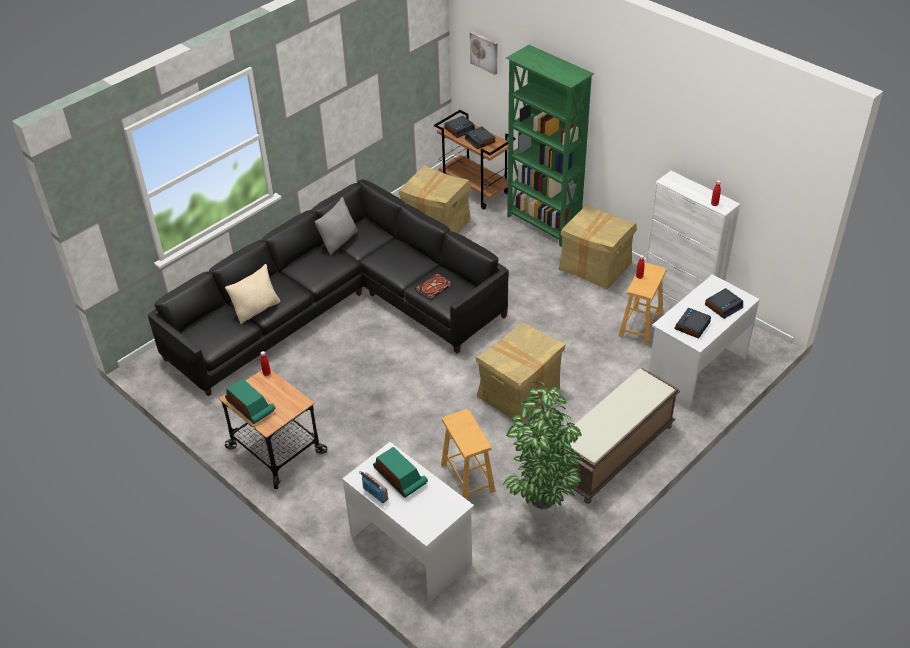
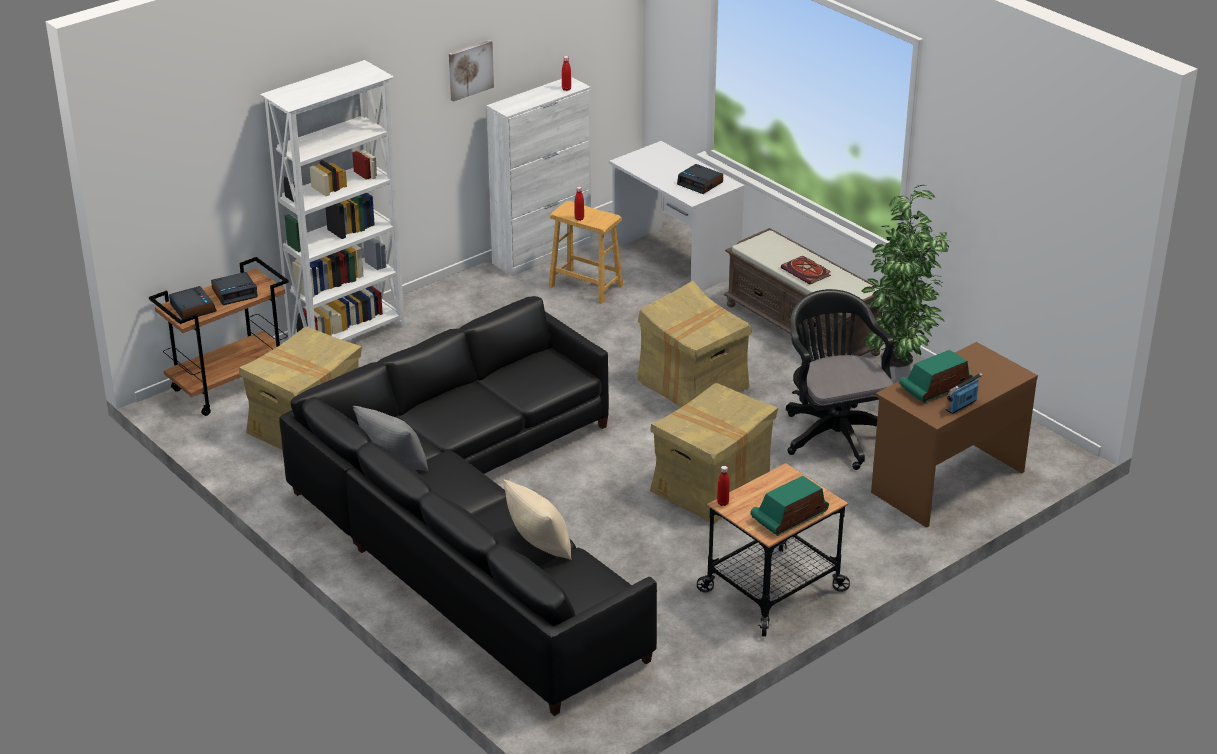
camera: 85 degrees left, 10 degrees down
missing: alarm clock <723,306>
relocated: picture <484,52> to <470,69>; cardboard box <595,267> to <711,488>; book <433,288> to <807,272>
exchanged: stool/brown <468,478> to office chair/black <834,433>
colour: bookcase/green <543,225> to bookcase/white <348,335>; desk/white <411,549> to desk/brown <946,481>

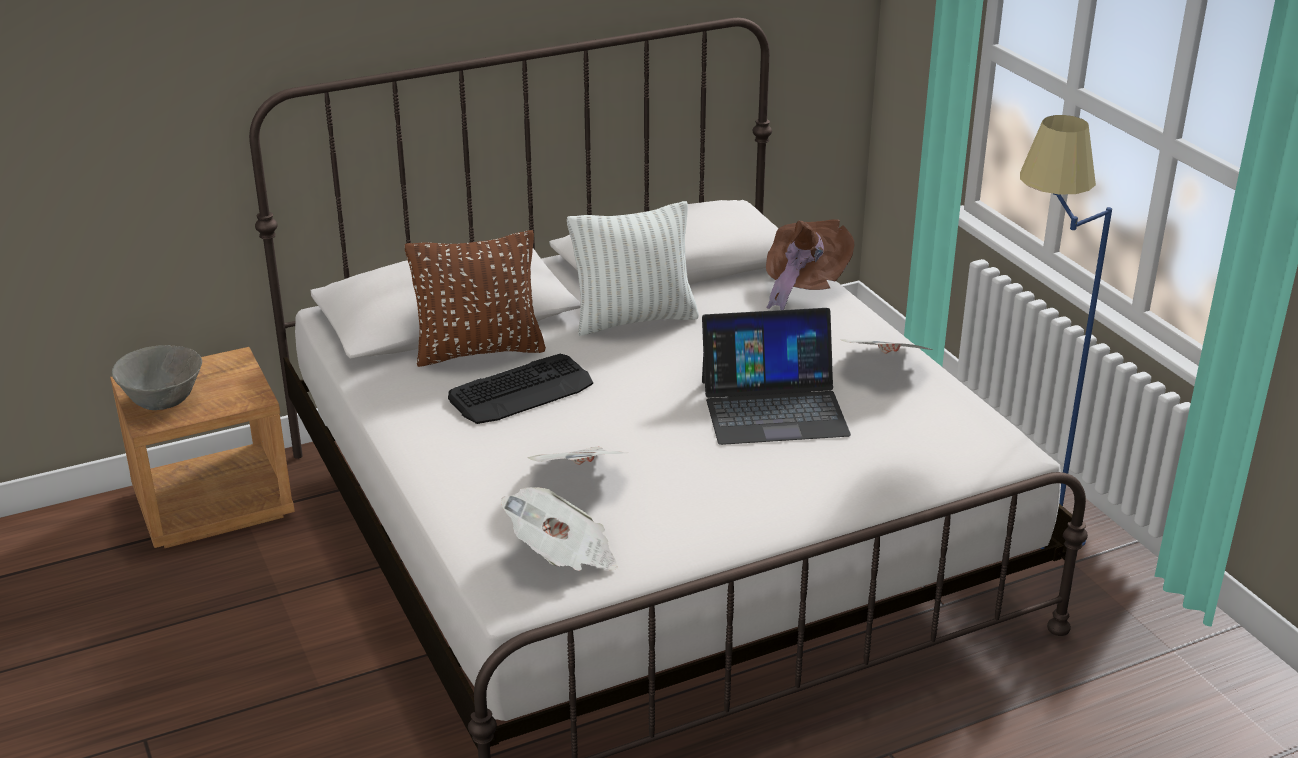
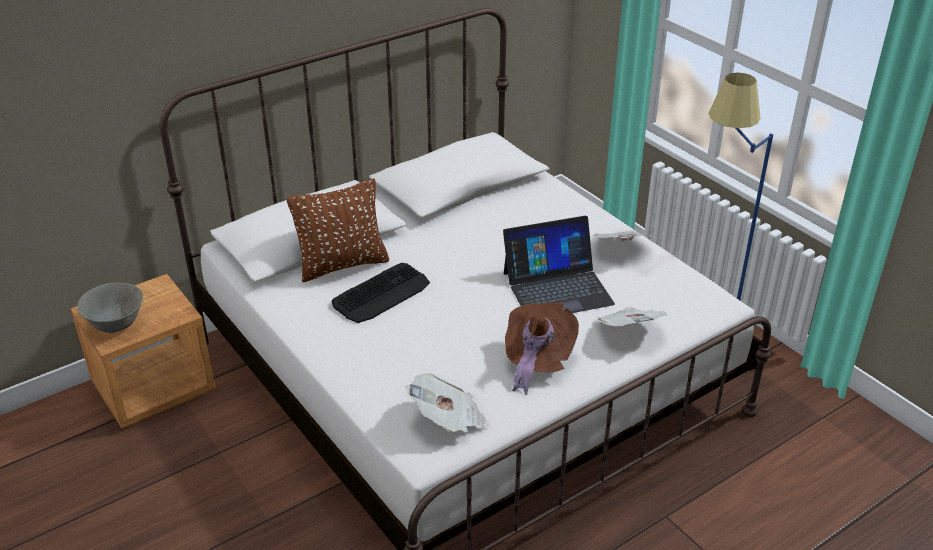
camera: 10 degrees left, 5 degrees up
missing: pillow/white <634,319>
relocated: hat/brown <803,286> to <536,361>; newspaper <580,477> to <629,331>

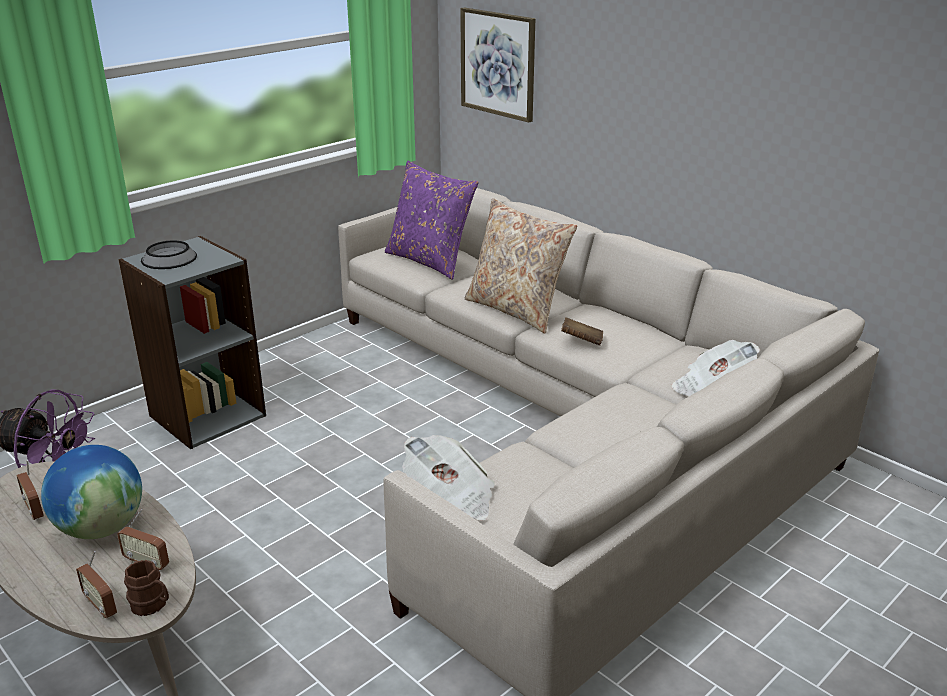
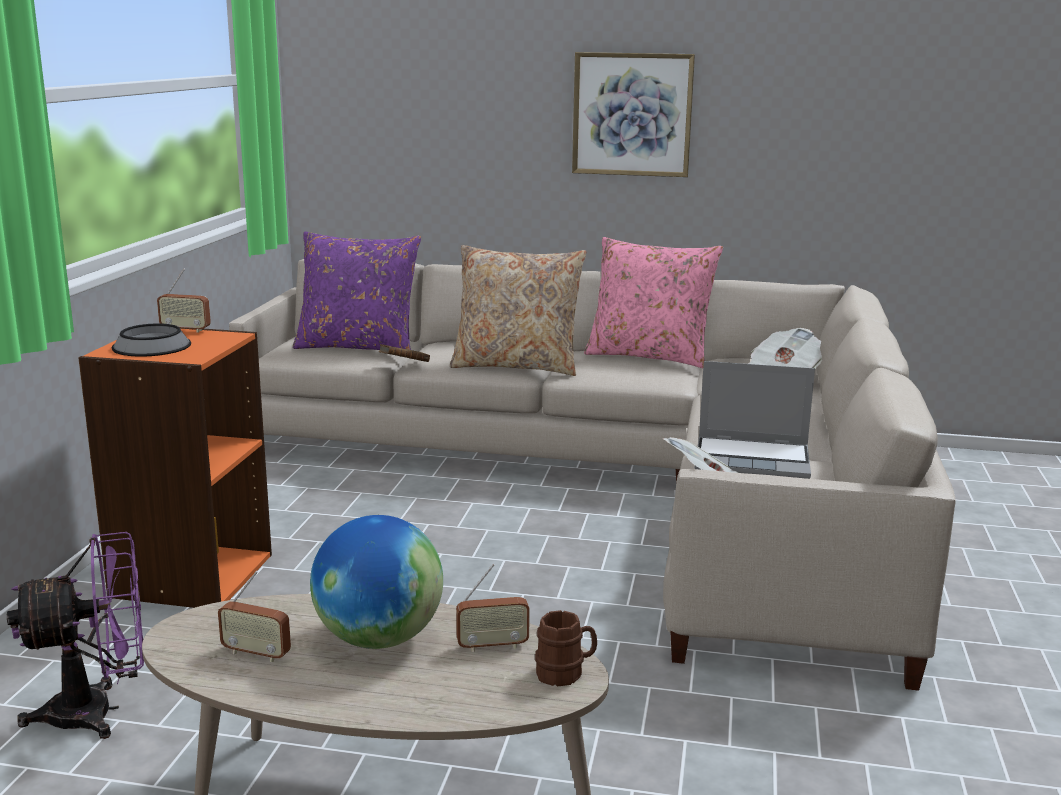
camera: 35 degrees left, 10 degrees down
appeared: pillow/pink <649,356>; laptop <753,460>
relocated: radio <101,606> to <185,330>; book/brown <581,341> to <404,365>; picture <498,64> to <632,114>
colour: bookcase/grey <207,415> to bookcase/orange <191,575>

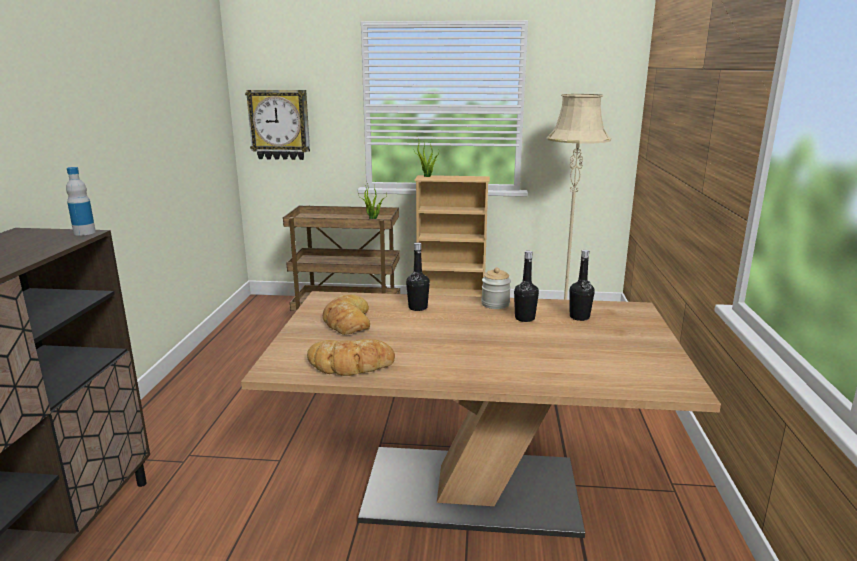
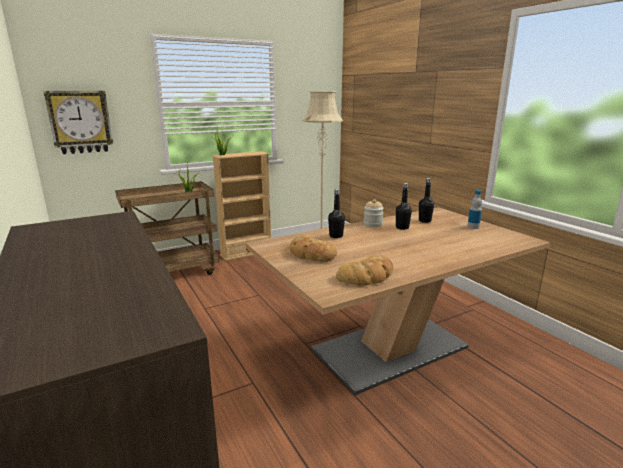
camera: 35 degrees left, 0 degrees up
relocated: bottle <84,232> to <473,227>

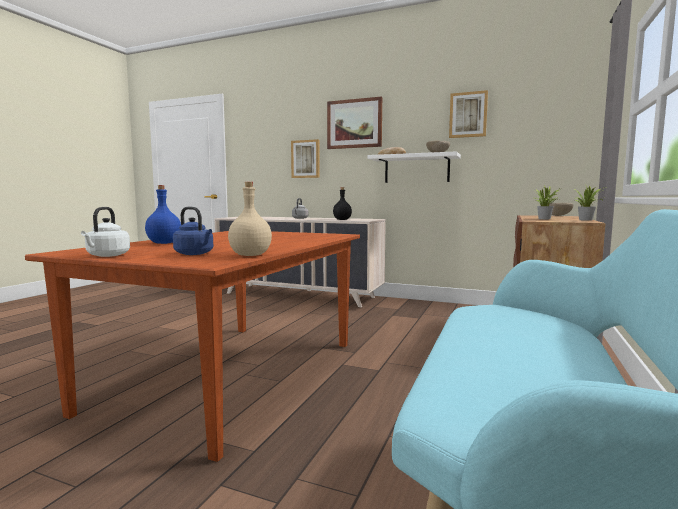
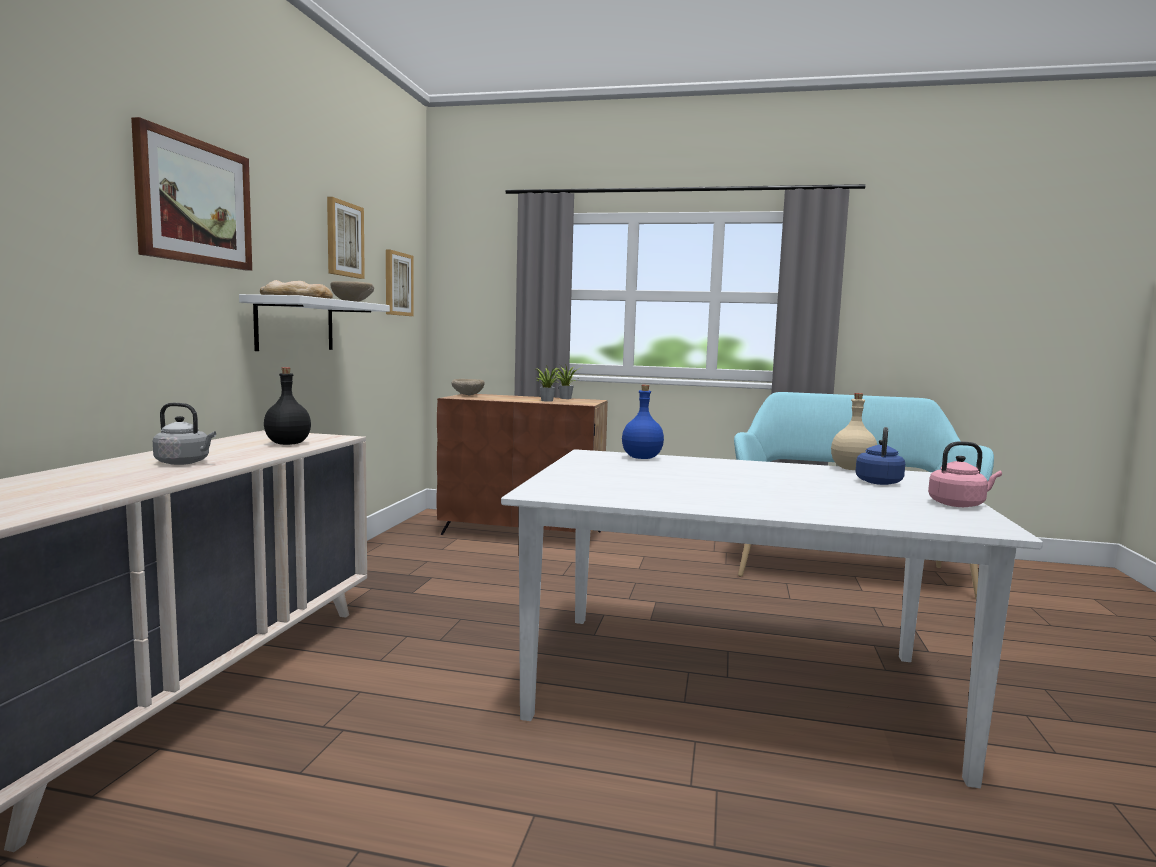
camera: 100 degrees left, 0 degrees up
relocated: picture <305,159> to <397,284>; bottle/blue <163,243> to <642,458>
colour: dining table/brown <233,375> to dining table/white <736,685>; kettle/white <107,255> to kettle/pink <959,504>

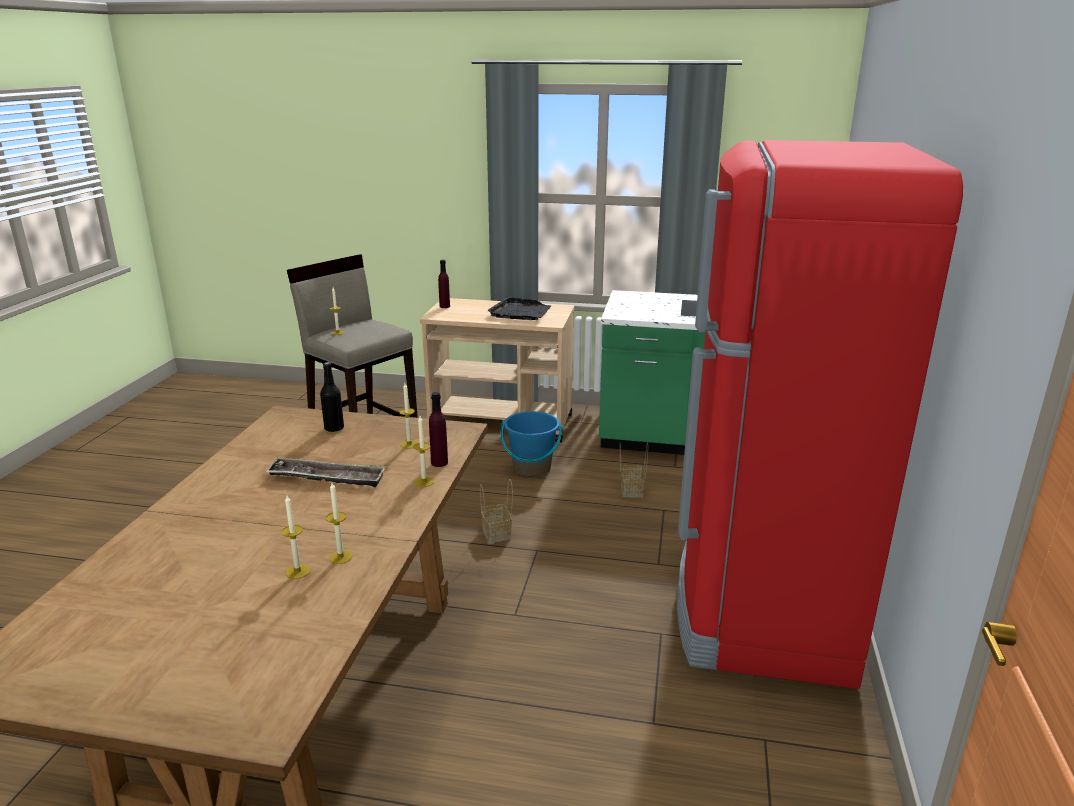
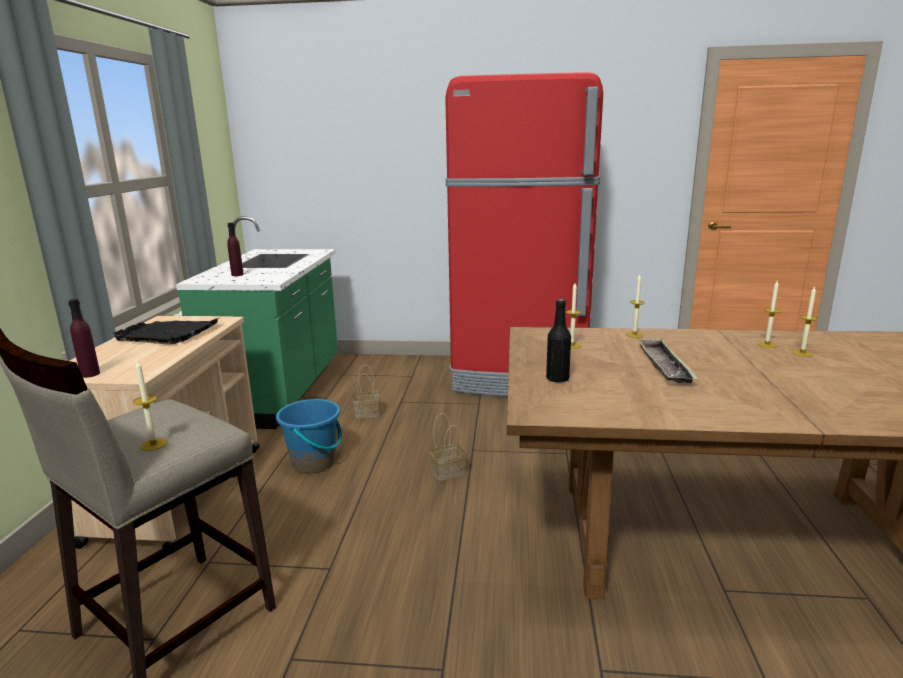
camera: 95 degrees left, 5 degrees down
relocated: bottle/purple <439,462> to <237,275>

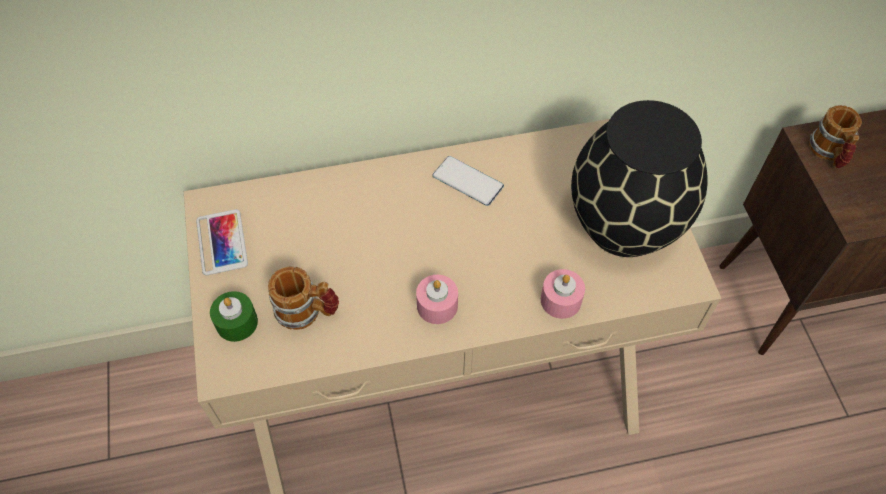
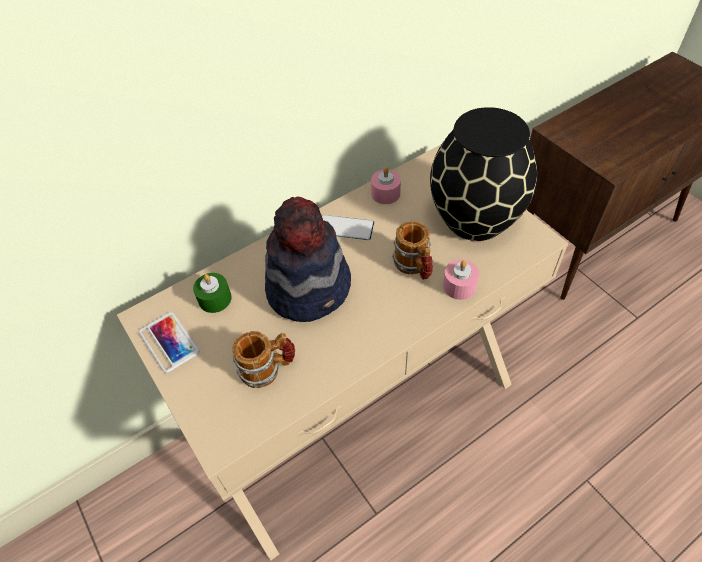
camera: 20 degrees left, 5 degrees down
appeared: hat <310,287>
relocated: candle/green <237,322> to <215,299>; candle/pink <437,305> to <385,193>; mug <829,153> to <414,267>

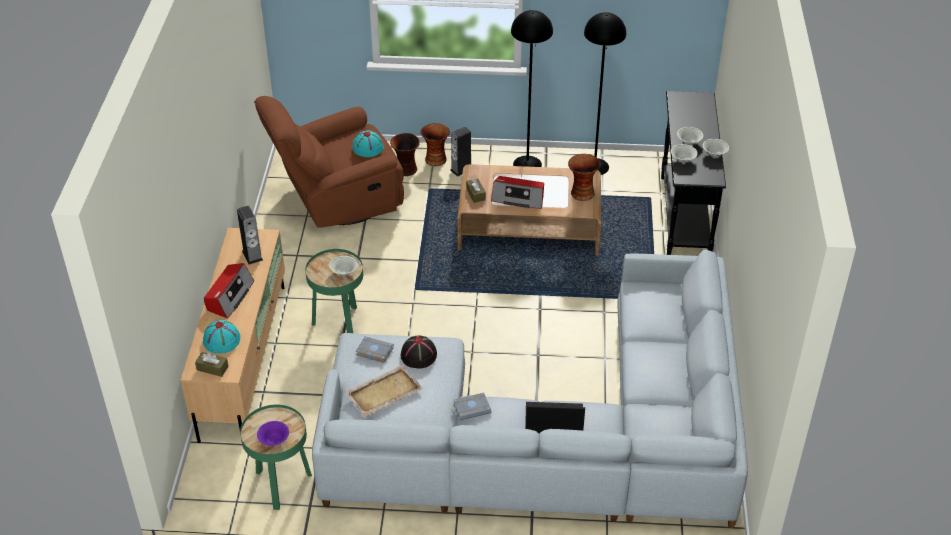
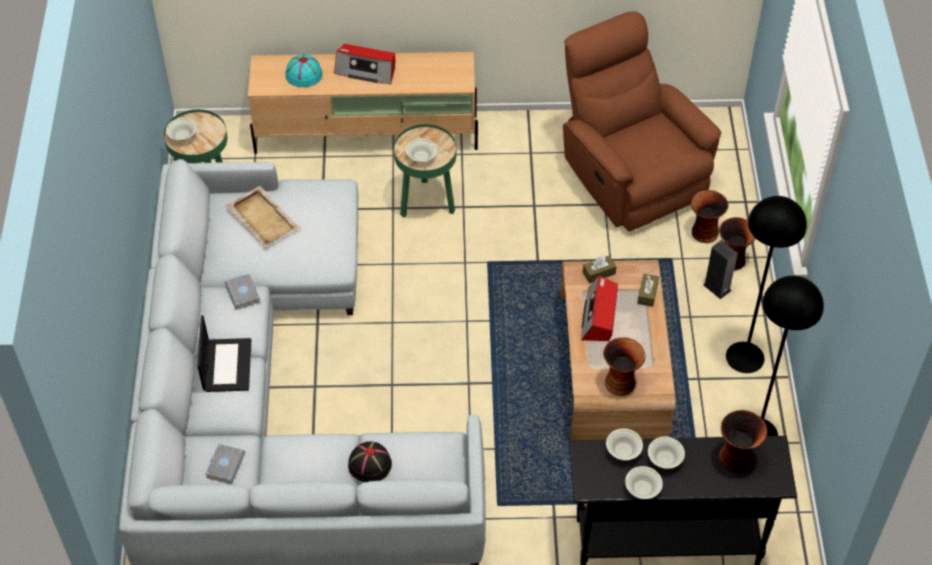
camera: 85 degrees right, 10 degrees up
missing: speaker <252,255>; hat/turquoise <368,147>
appeared: vase <737,458>
relocated: book/grey <373,352> to <224,464>; hat/black <418,355> to <369,464>; tissue box/brown <212,368> to <647,294>
colour: bowl/purple <274,441> to bowl/white <183,136>

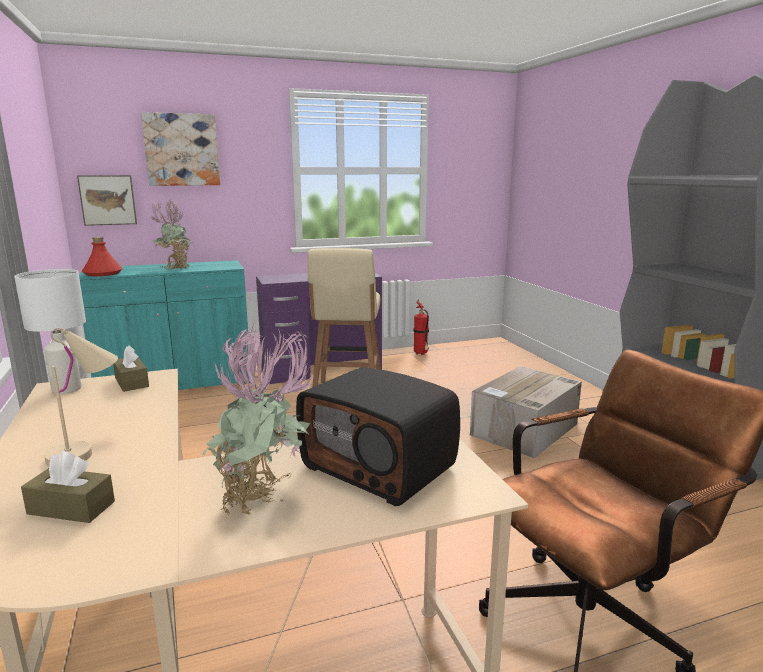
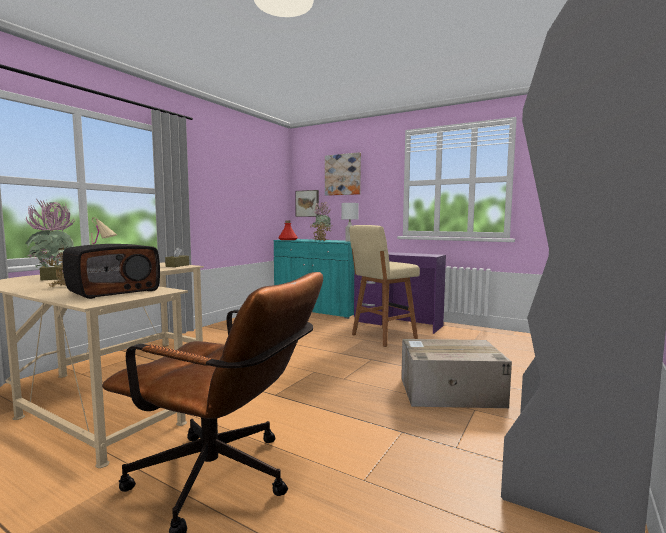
camera: 50 degrees right, 10 degrees down
missing: fire extinguisher <421,354>
relocated: table lamp/white <67,389> to <349,241>
spun: radio <380,466> = <114,291> 135 degrees counterclockwise

